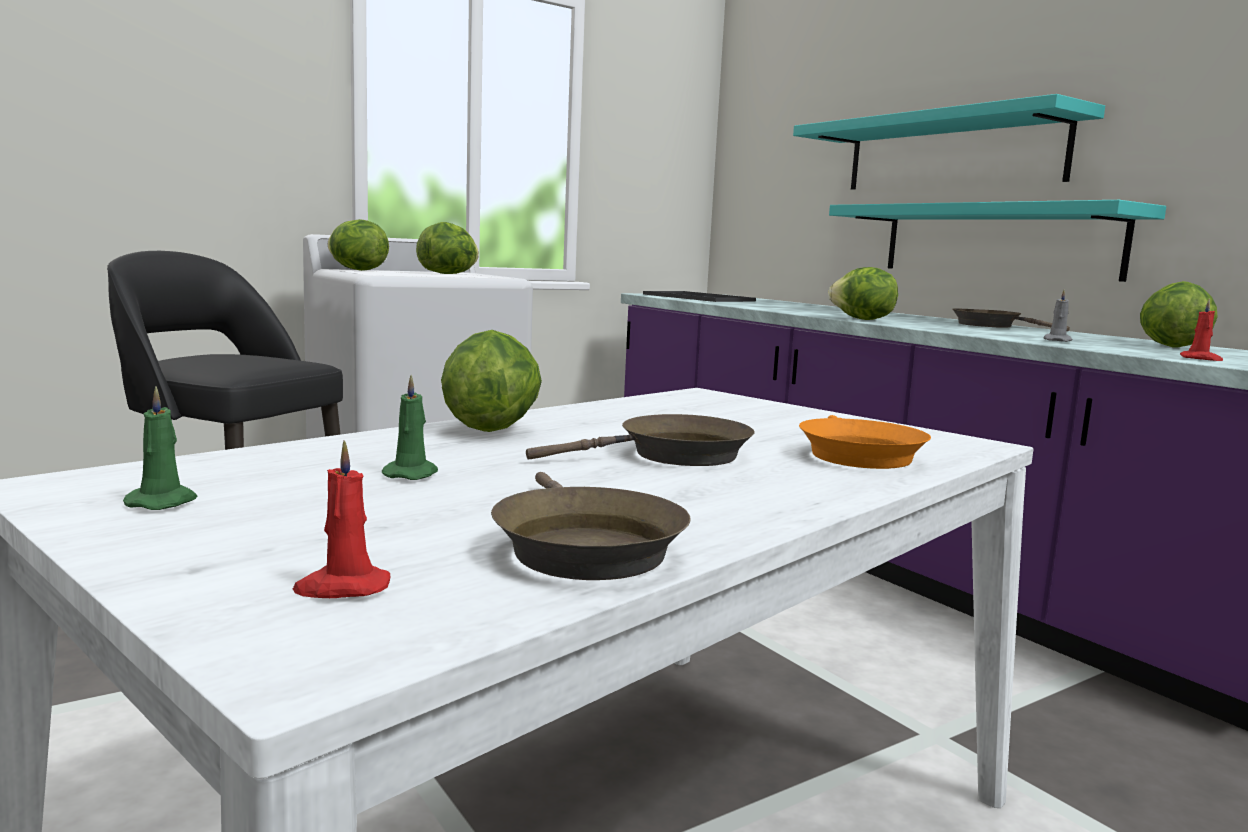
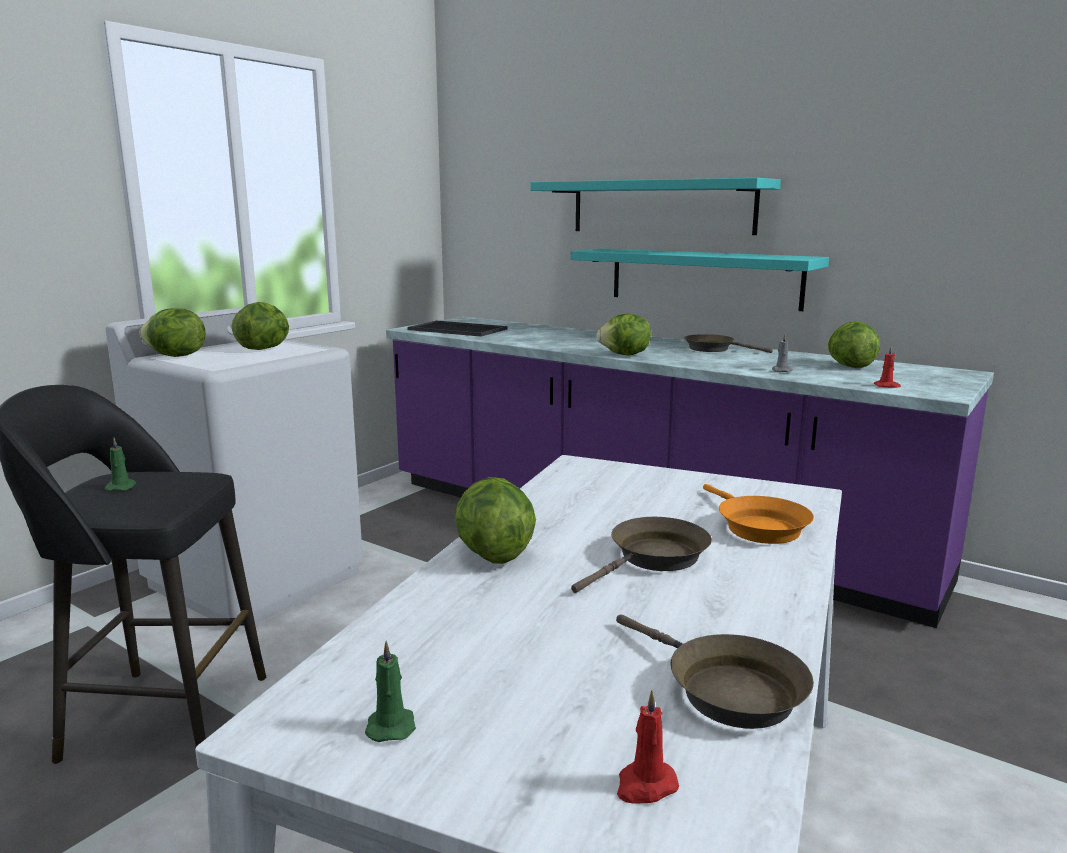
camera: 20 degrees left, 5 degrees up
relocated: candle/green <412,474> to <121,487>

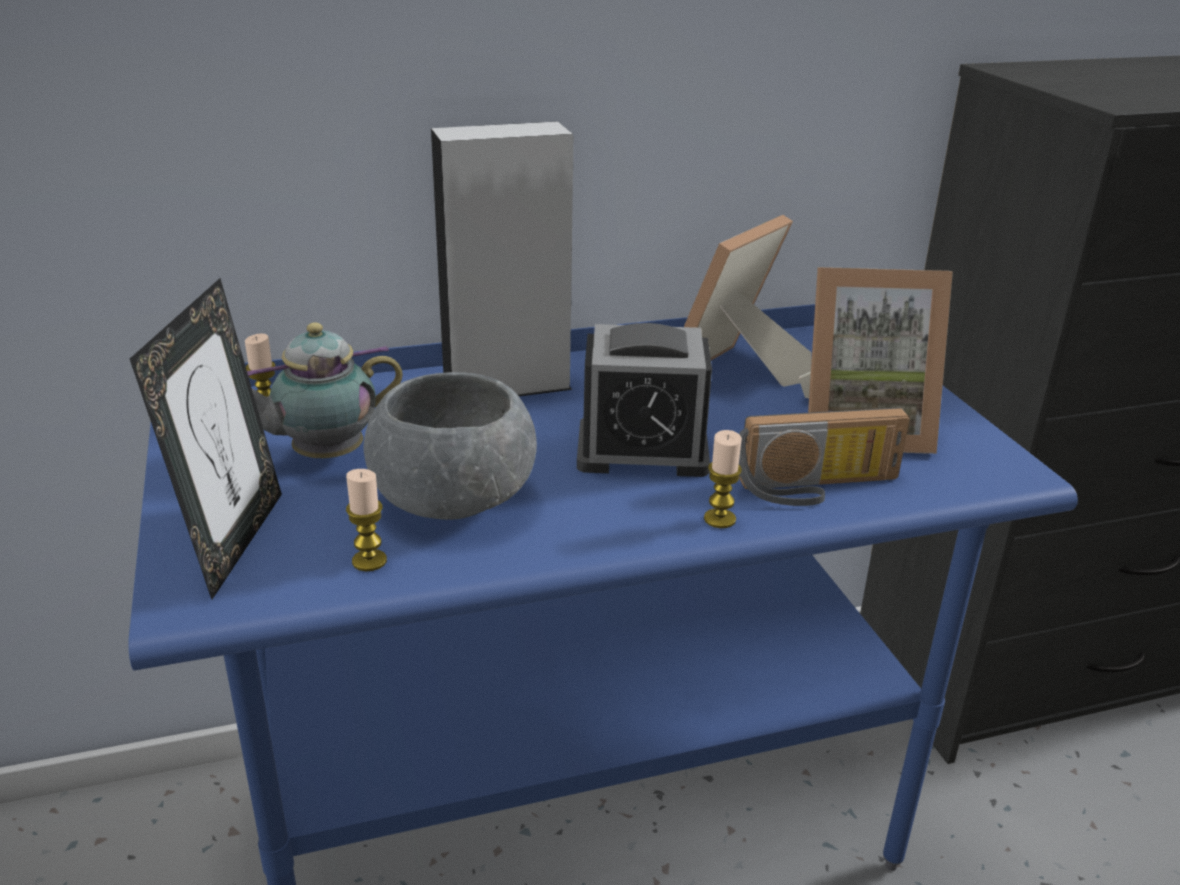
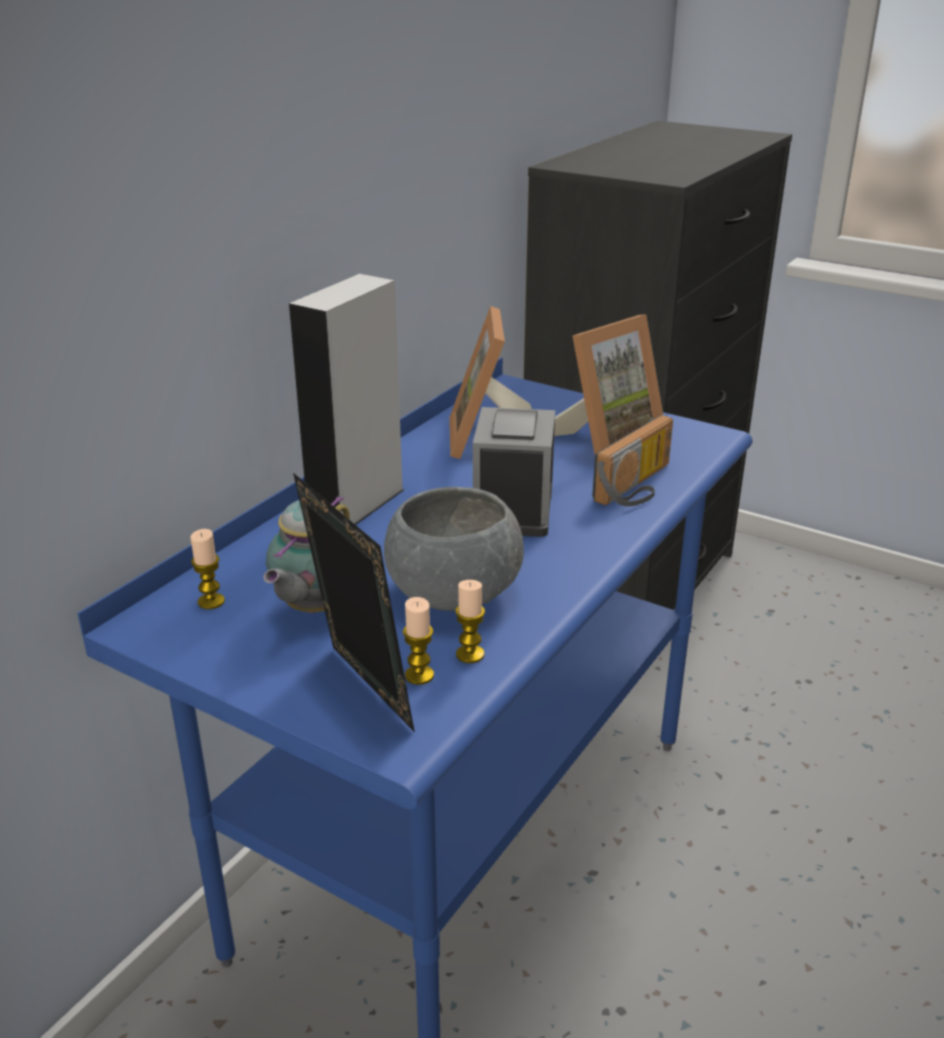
camera: 40 degrees left, 0 degrees up
relocated: candle <719,519> to <419,675>
spun: alarm clock <642,450> = <513,509> 135 degrees clockwise

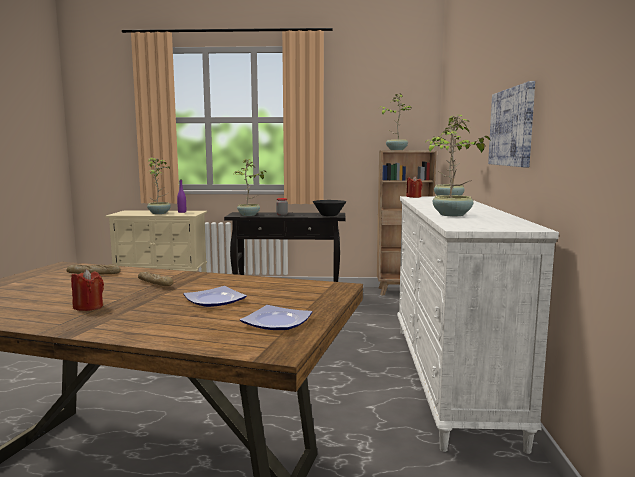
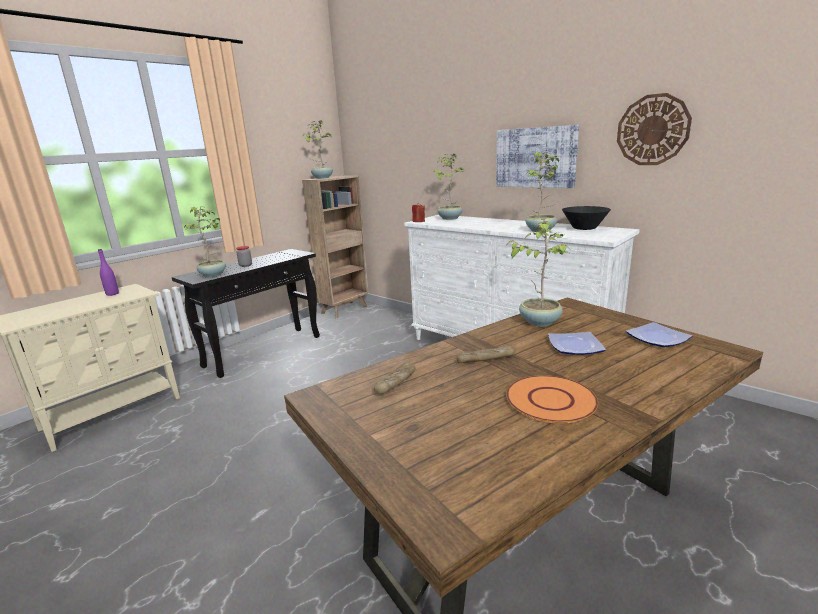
camera: 50 degrees left, 10 degrees up
appeared: wall clock <652,130>
relocated: potted plant <160,213> to <539,321>; bowl/black <329,215> to <584,228>
exchanged: candle/red <88,307> to plate/orange <551,400>

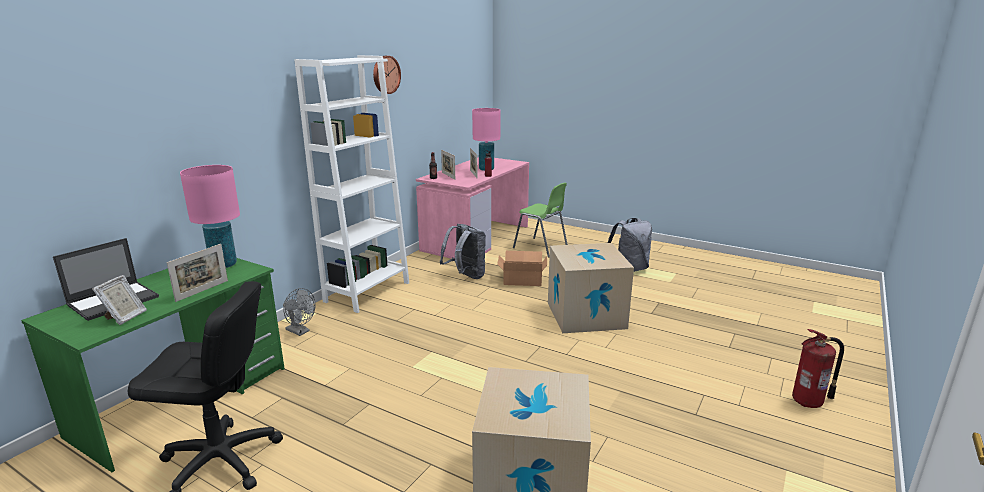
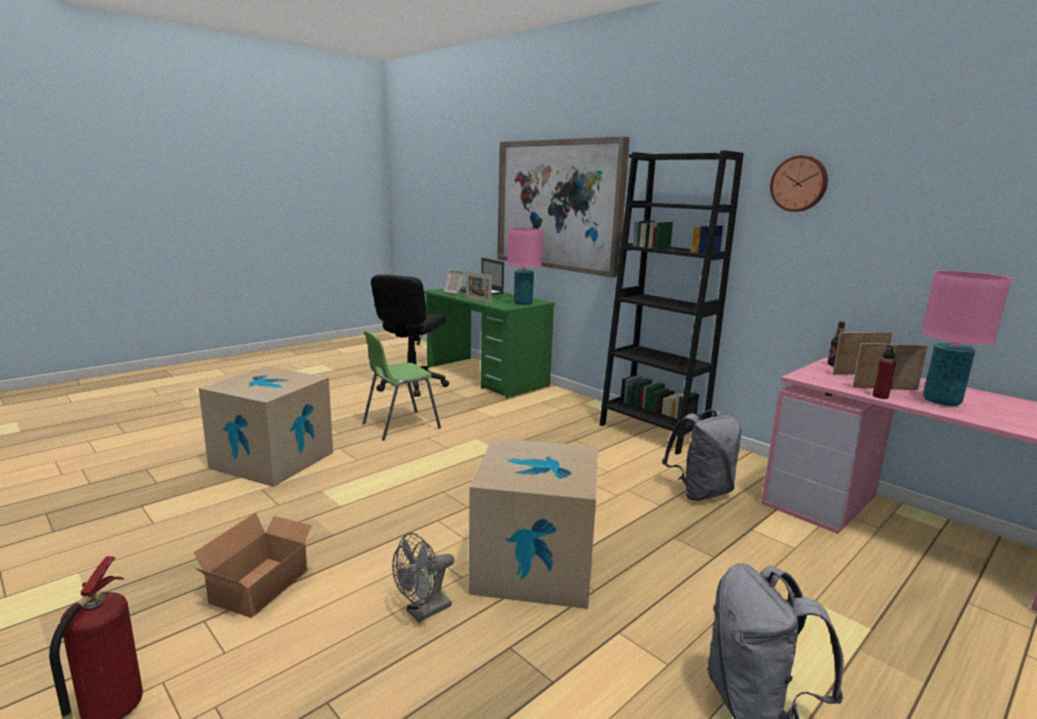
camera: 105 degrees right, 5 degrees down
appeared: picture <558,205>
relocated: cardboard box <521,279> to <264,586>; chair/green <541,248> to <400,426>; fan/grey <300,331> to <423,612>
colour: bookcase/white <367,292> to bookcase/black <652,432>

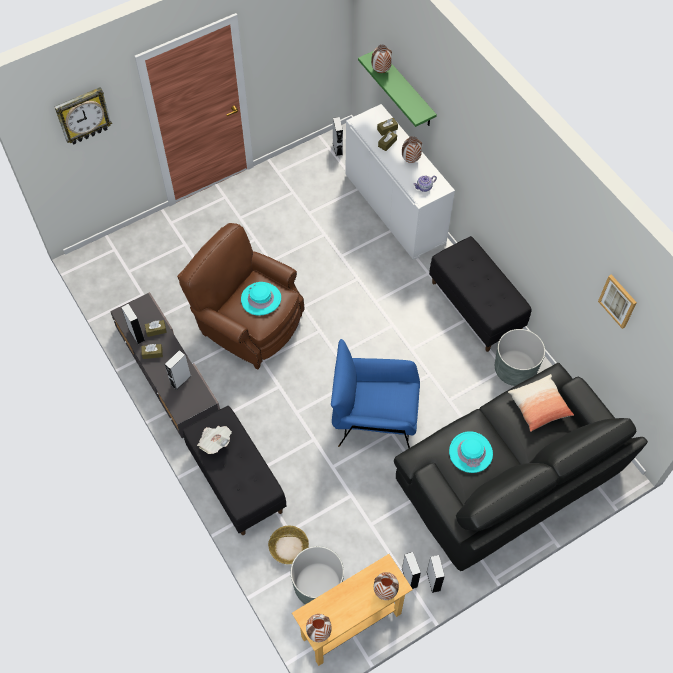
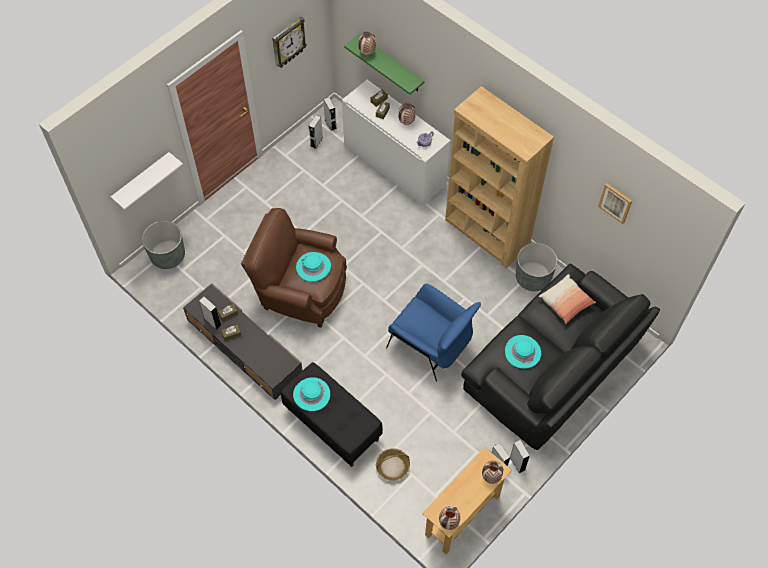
camera: 15 degrees left, 0 degrees up
appeared: shelf/white <142,180>
relocated: planter/grey <318,586> to <168,256>; wall clock <83,116> to <288,42>; speaker/grey <180,380> to <316,142>
exchanged: newspaper <215,442> to hat/turquoise <311,394>; bench/black <476,307> to bookcase/brown <486,233>
spun: armchair/blue <374,418> = <430,345> 135 degrees counterclockwise

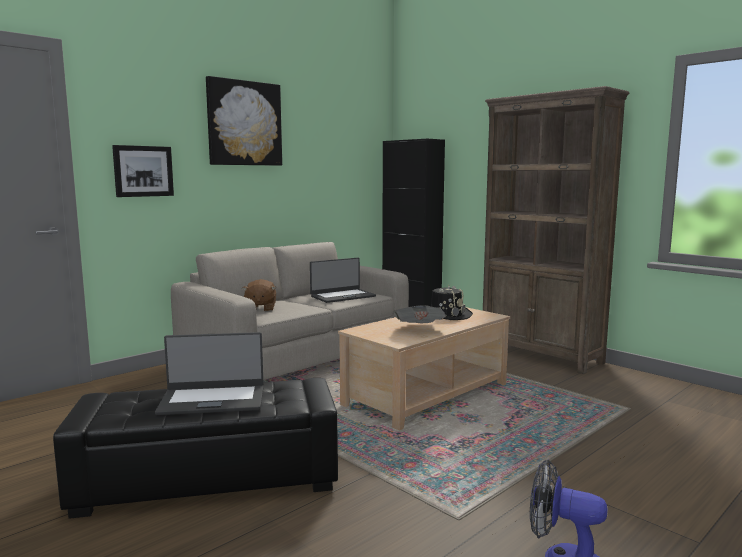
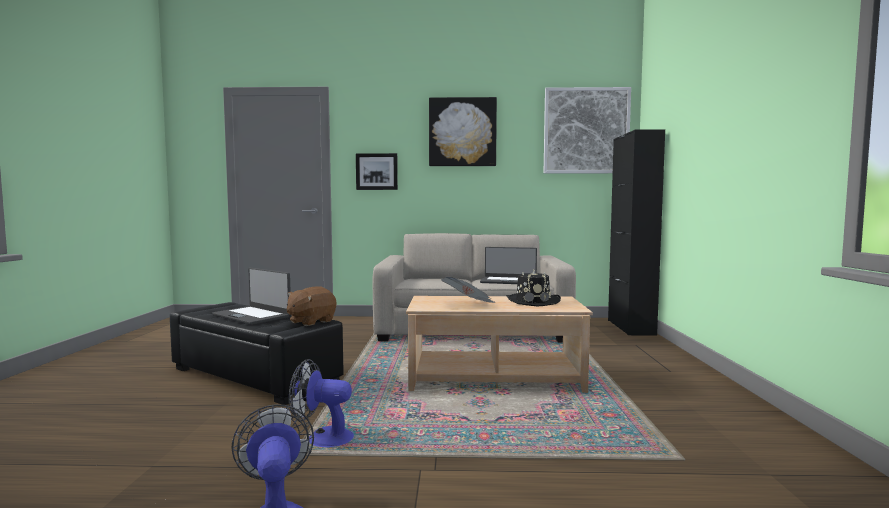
camera: 45 degrees right, 5 degrees down
missing: bookcase/brown <541,355>
appeared: fan <322,438>; picture <586,131>
relocated: plush toy/brown <260,309> to <311,321>

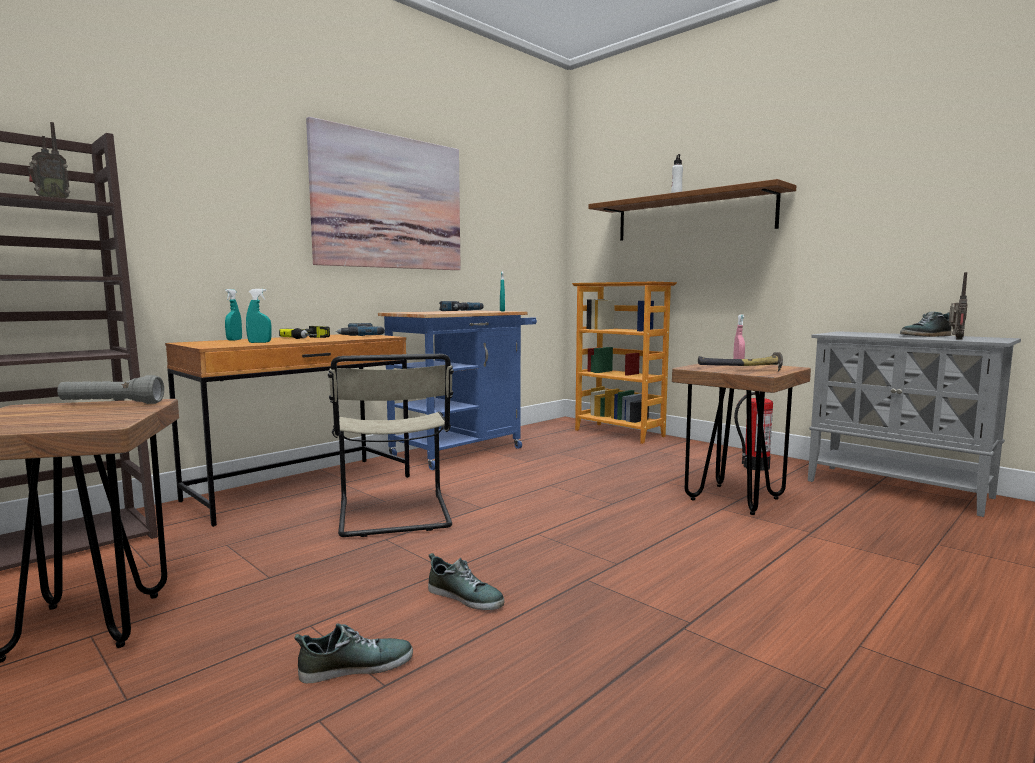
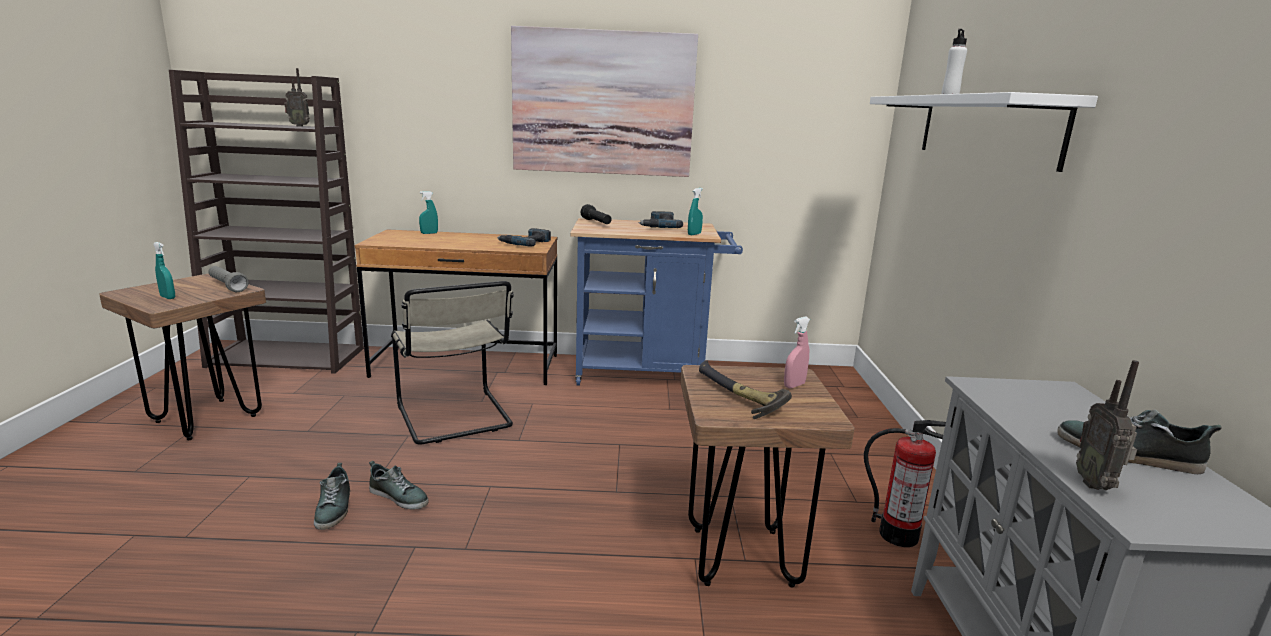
camera: 45 degrees right, 10 degrees up
missing: power drill <313,338>; bookcase <620,433>
appeared: flashlight/black <596,223>
relocated: spray bottle/turquoise <259,342> to <168,297>; shoe <356,666> to <399,496>
colour: shelf/brown <692,216> to shelf/white <985,128>
spun: chair/beige <394,516> = <455,418> 60 degrees counterclockwise; radio <955,339> = <1096,484> 105 degrees clockwise

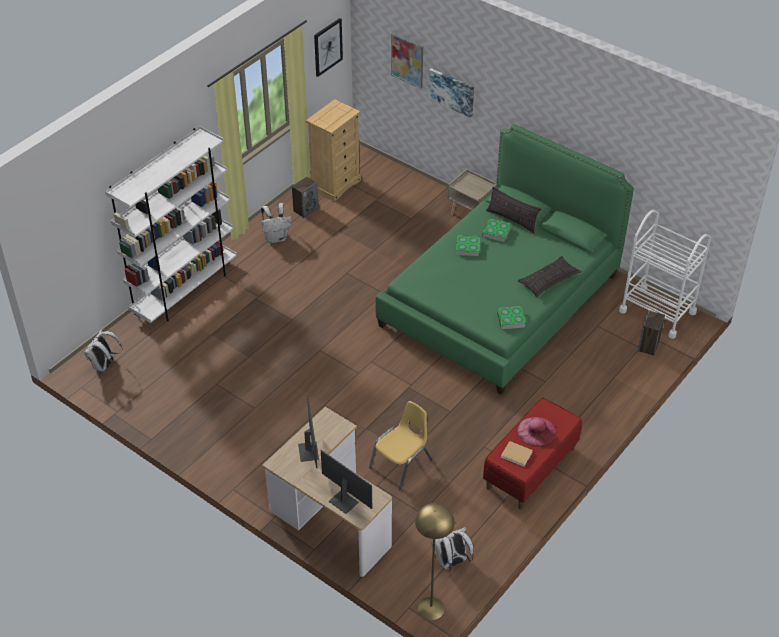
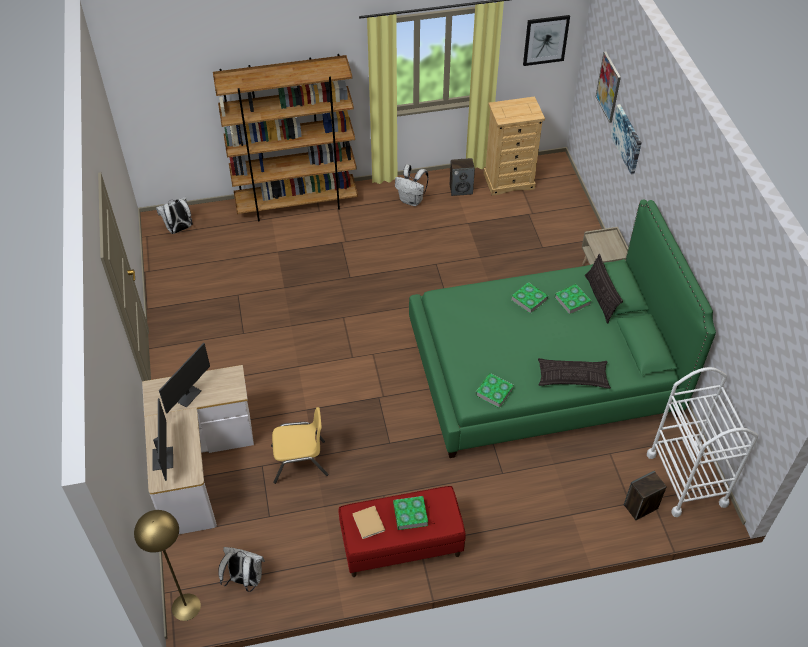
camera: 40 degrees right, 5 degrees up
exchanged: hat/pink <537,431> to book <410,514>
colour: bookcase/white <185,290> to bookcase/brown <297,204>

